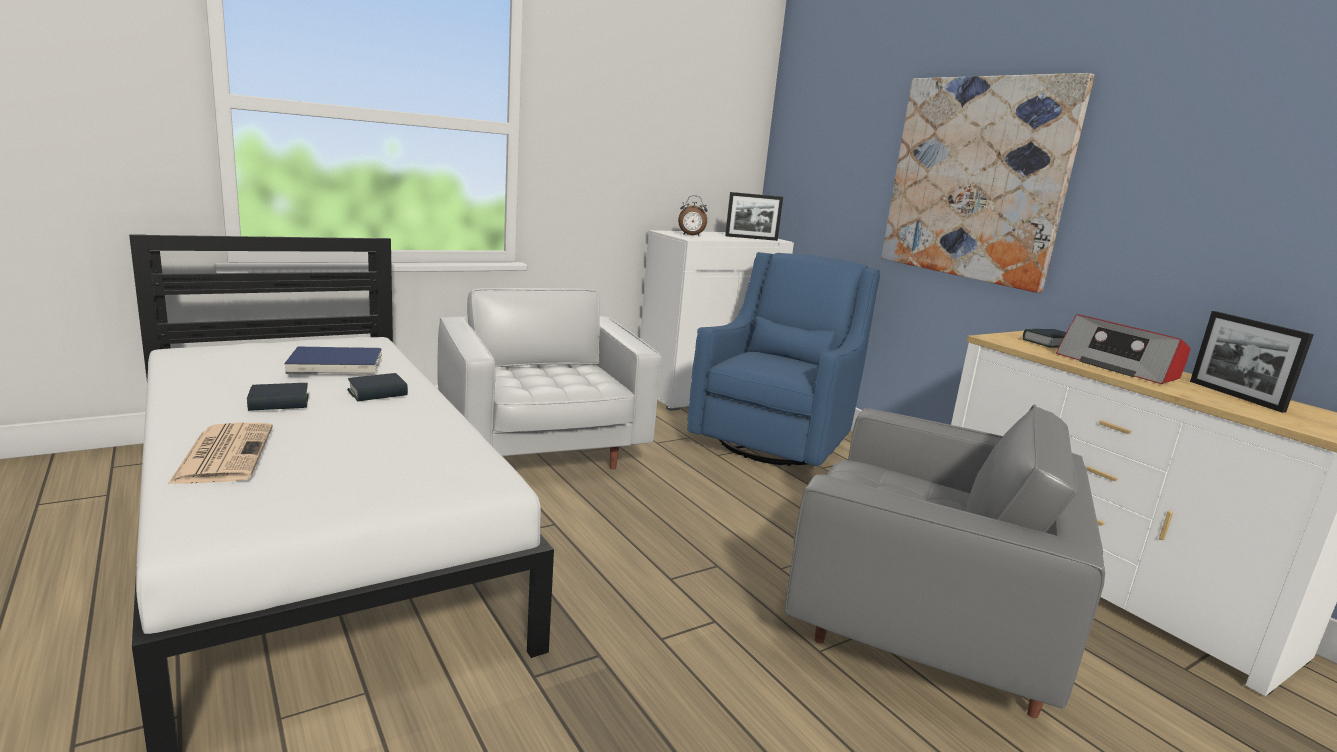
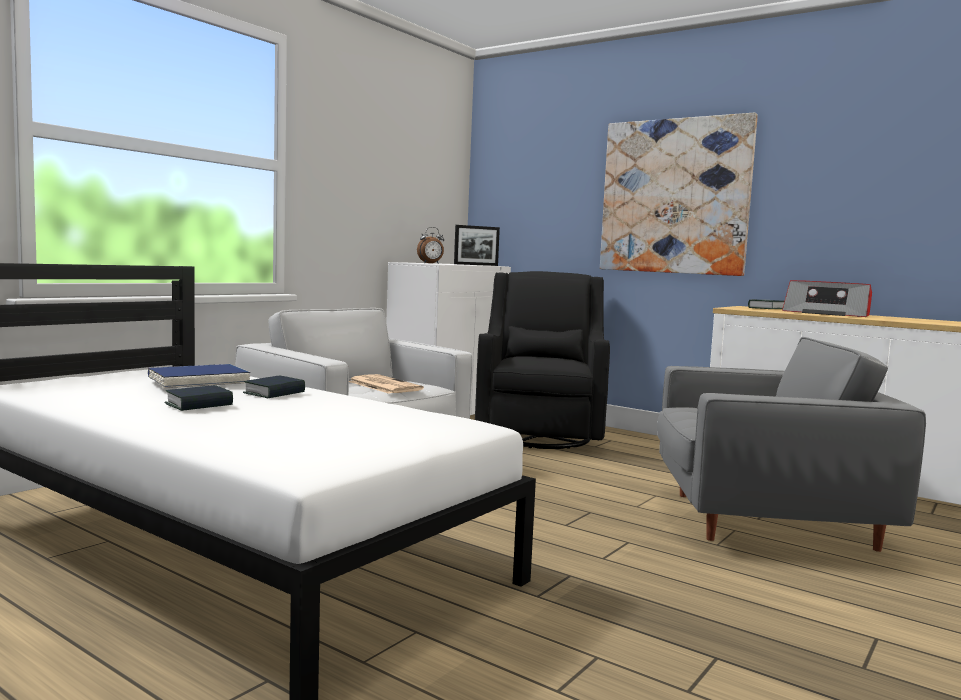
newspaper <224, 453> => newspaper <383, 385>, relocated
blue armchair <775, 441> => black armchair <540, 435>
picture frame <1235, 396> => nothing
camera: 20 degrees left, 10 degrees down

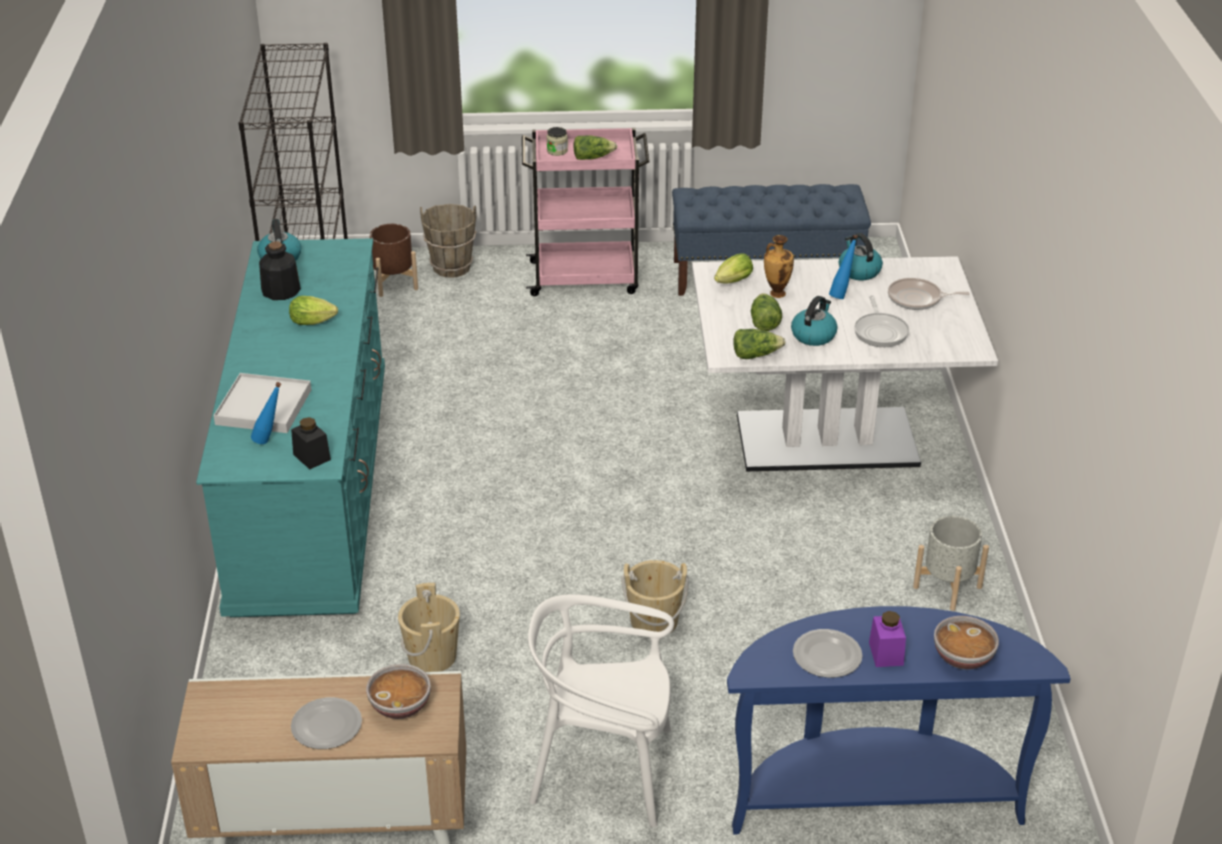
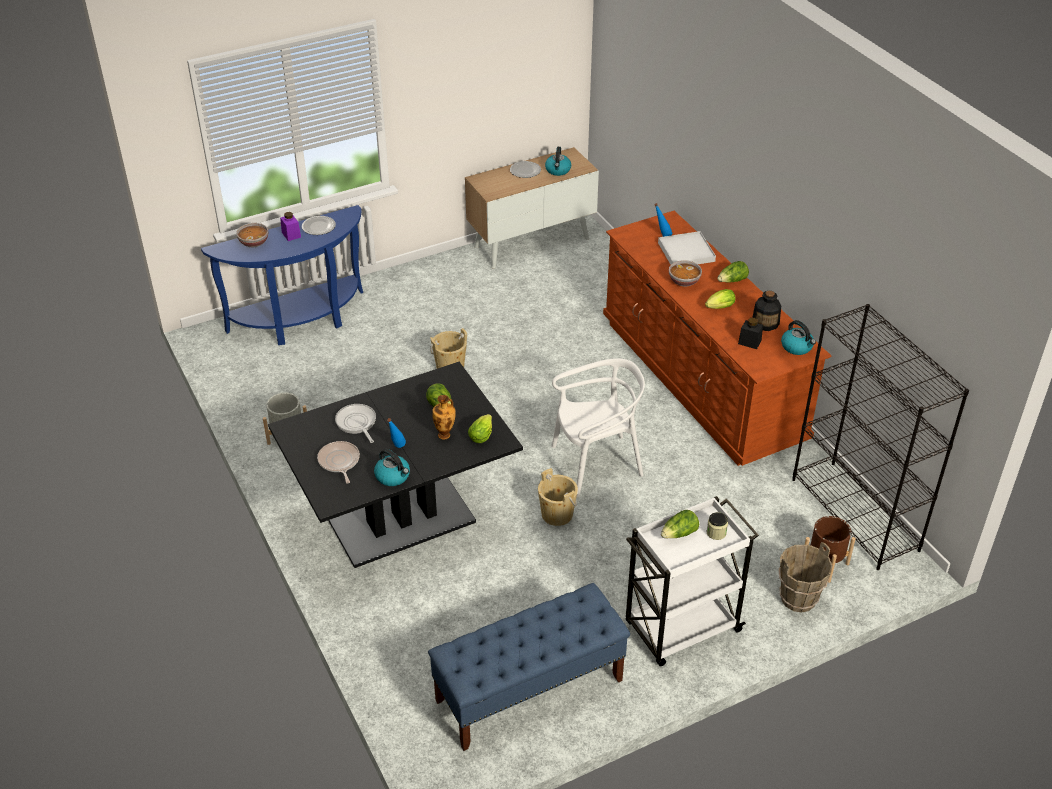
white dining table <826, 440> => black dining table <402, 521>
frying pan <917, 299> => frying pan <339, 462>, 90 degrees counterclockwise
beige bucket <432, 656> => beige bucket <557, 514>, relocated
kettle <813, 335> => kettle <558, 170>, relocated
white chair <603, 771> => white chair <596, 464>, relocated
turquoise dresser <313, 491> => brown dresser <700, 379>
pink cart <586, 277> => white cart <681, 628>
bowl <400, 705> => bowl <684, 281>, relocated
lettuce <755, 355> => lettuce <732, 281>, relocated
black jar <312, 457> => black jar <749, 342>, relocated
camera: 155 degrees right, 5 degrees up

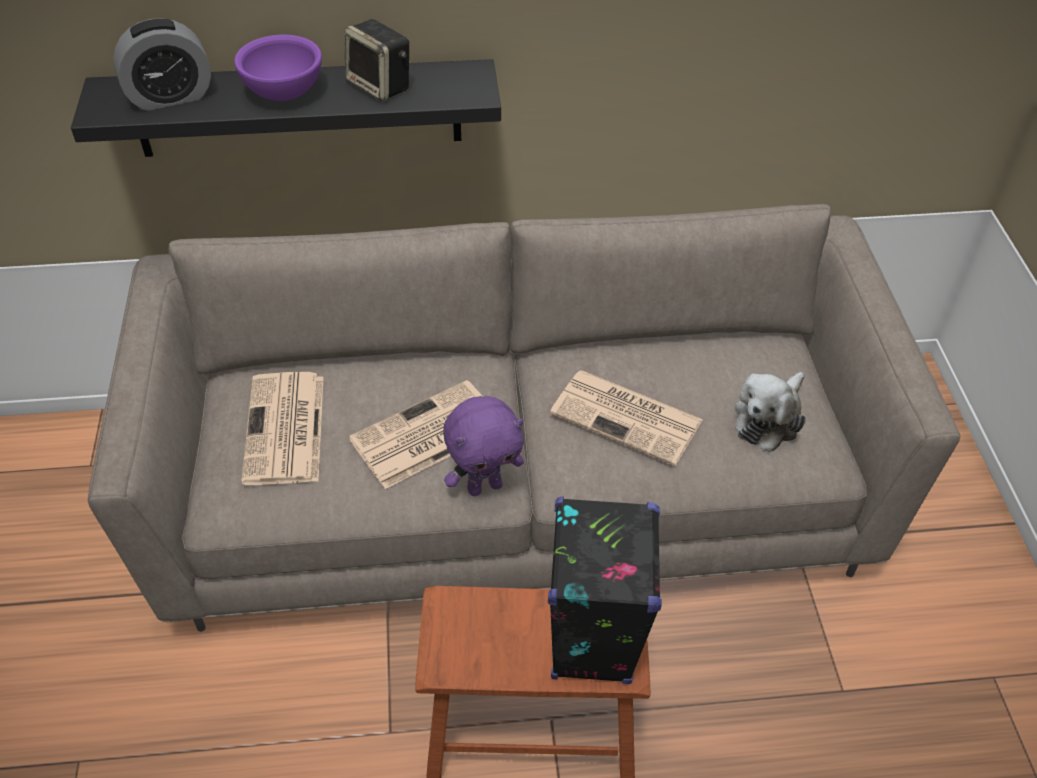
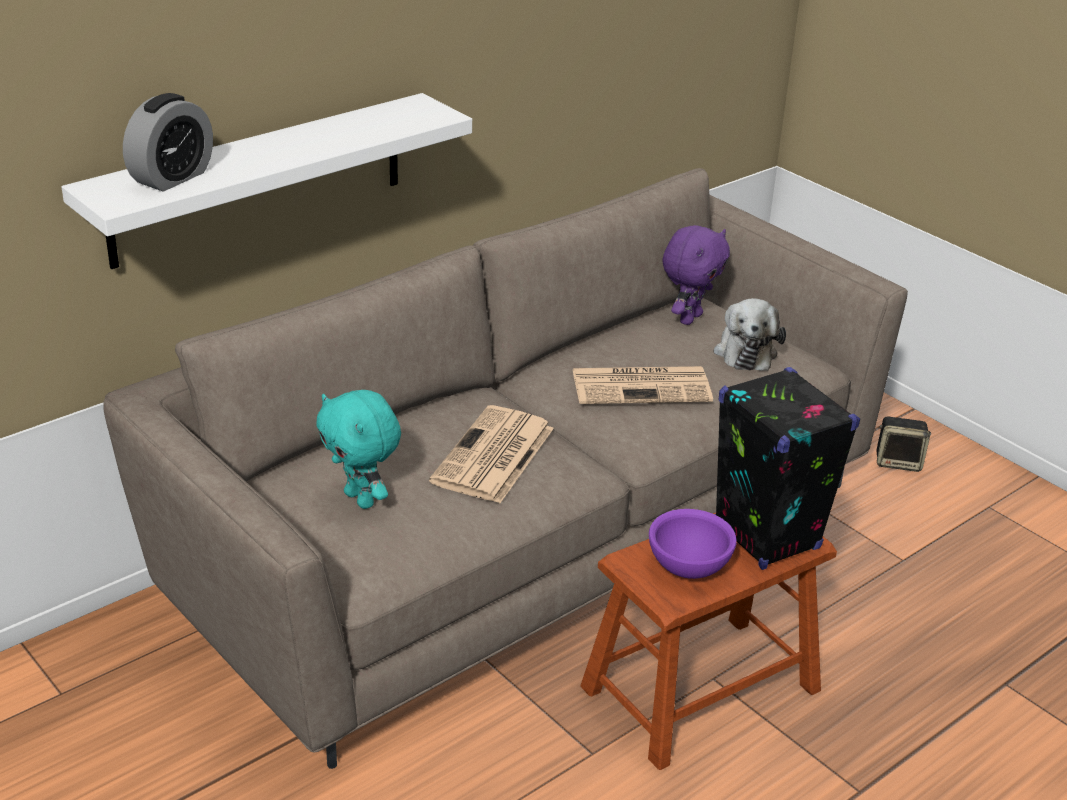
black shelf <298, 108> => white shelf <258, 179>
newspaper <285, 430> => turquoise plush toy <361, 499>
purple bowl <283, 93> => purple bowl <688, 568>, relocated
purple plush toy <484, 486> => purple plush toy <689, 318>, relocated
speaker <381, 86> => speaker <899, 462>, relocated
camera: 35 degrees left, 15 degrees down

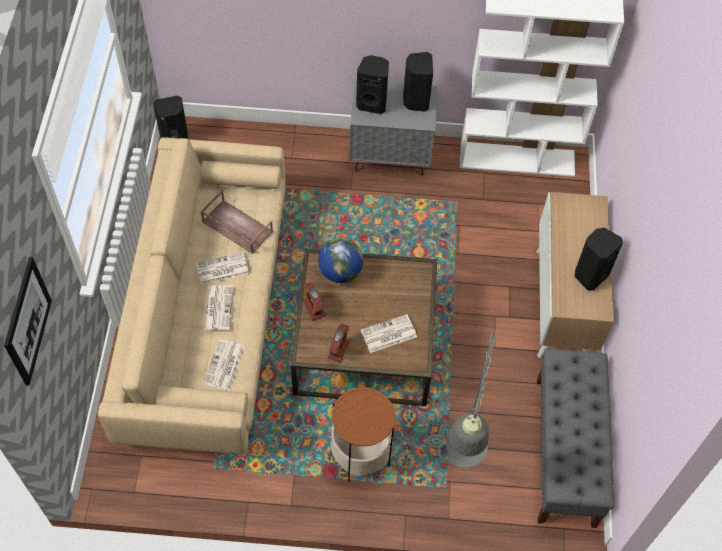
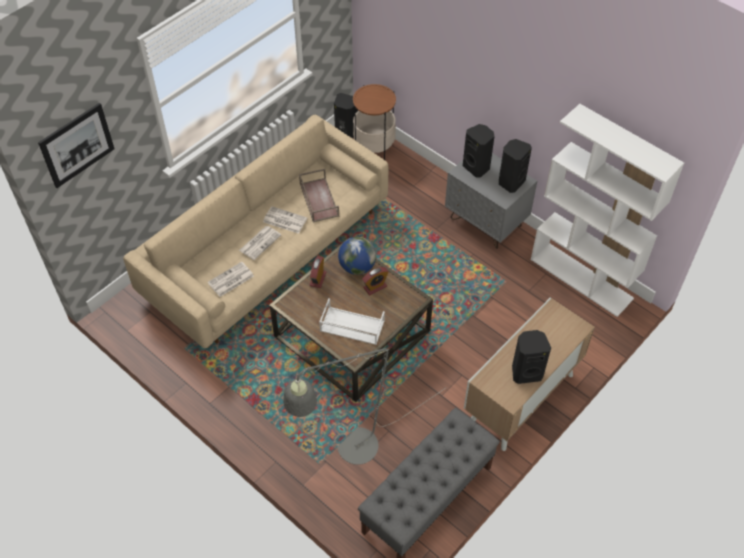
newspaper <388, 334> => white tray <351, 326>
side table <360, 454> => side table <374, 147>, relocated
alarm clock <338, 349> => alarm clock <375, 287>, relocated
camera: 40 degrees right, 5 degrees down

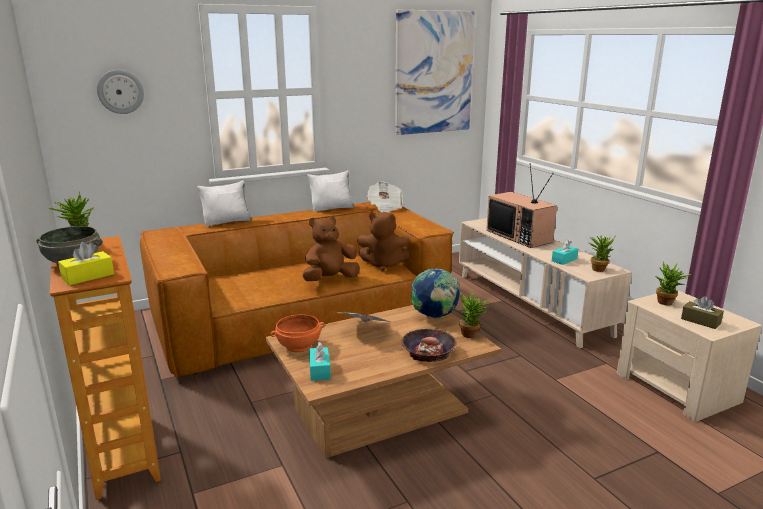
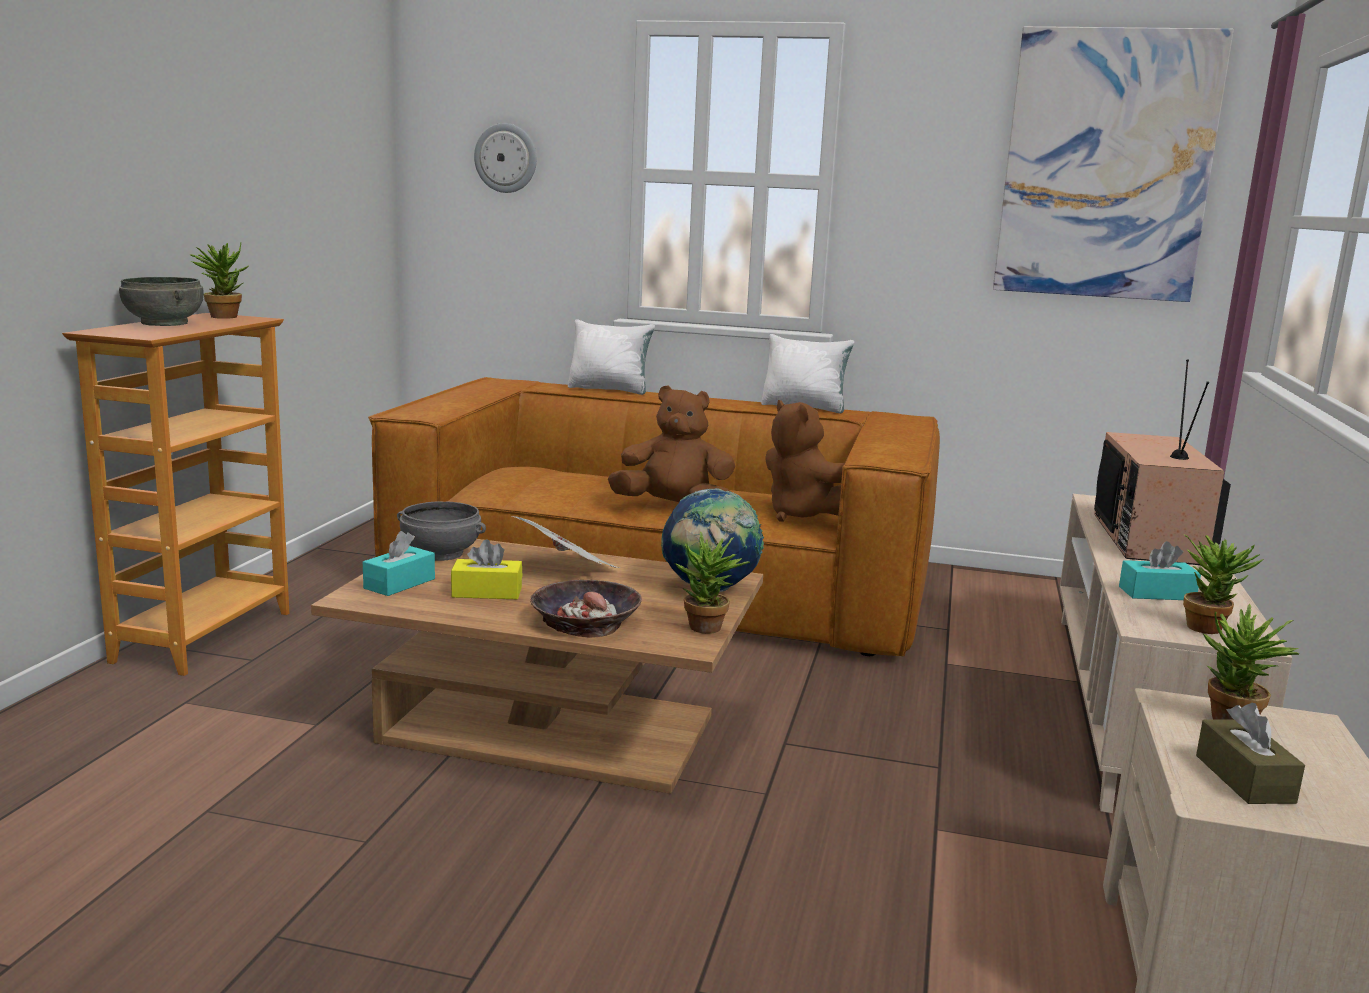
orange bowl <298, 346> => grey bowl <440, 554>
yellow tissue box <88, 276> => yellow tissue box <487, 592>, relocated
newspaper <385, 207> => nothing
camera: 40 degrees right, 5 degrees down

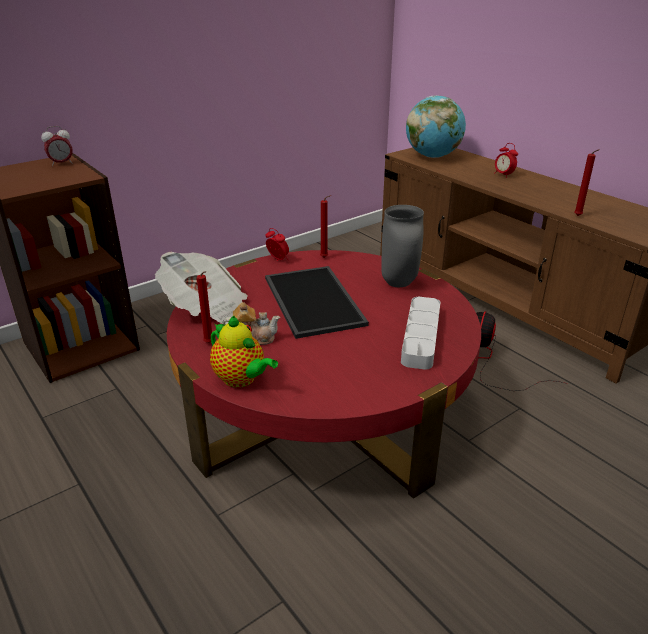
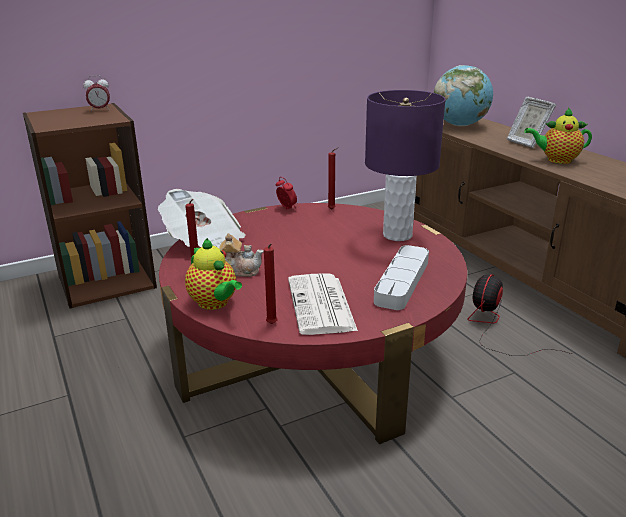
red candle <578, 216> => red candle <272, 325>, relocated
nothing => newspaper <321, 305>
grey vase <400, 283> => purple table lamp <398, 235>
alarm clock <503, 175> => picture frame <526, 143>
nothing => teapot <556, 160>
tray <311, 300> => nothing
camera: 10 degrees right, 5 degrees down

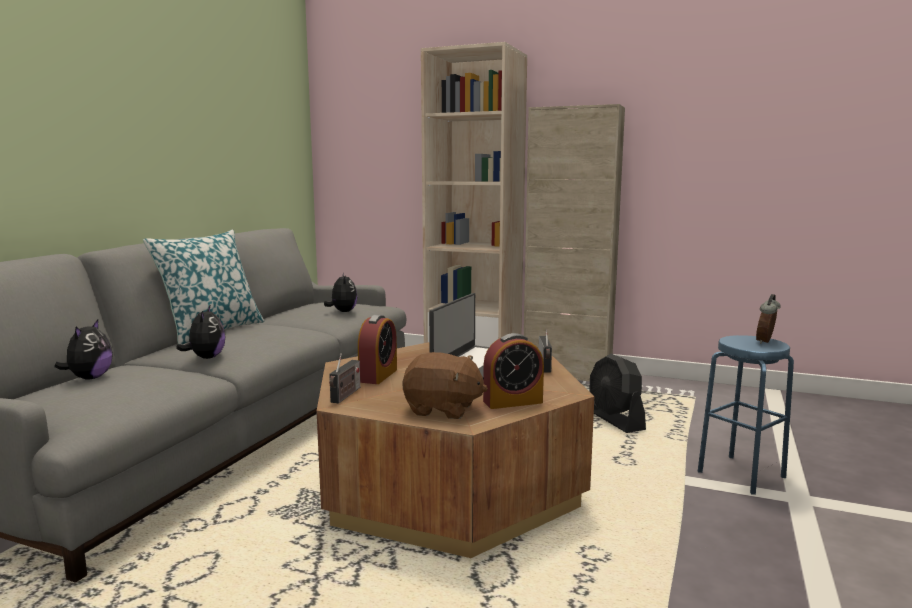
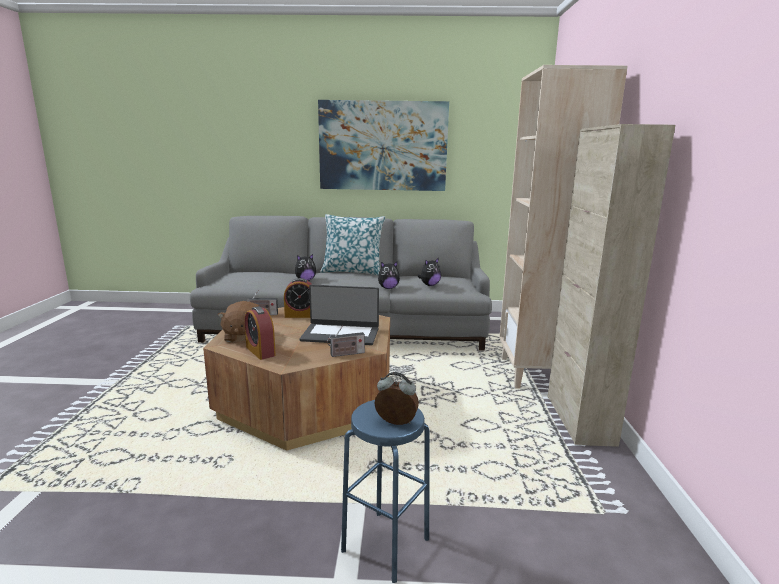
nothing => picture <383, 146>
plush toy <89, 378> => plush toy <388, 288>, relocated
black fan <615, 420> => nothing
camera: 70 degrees right, 5 degrees up

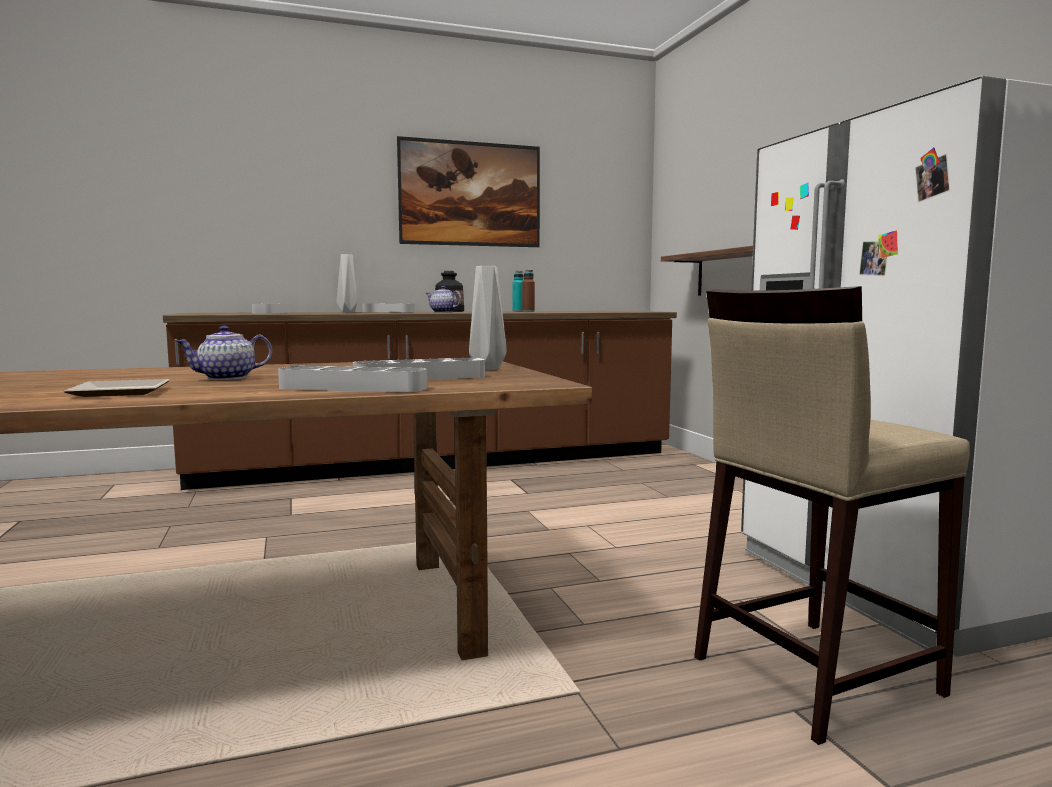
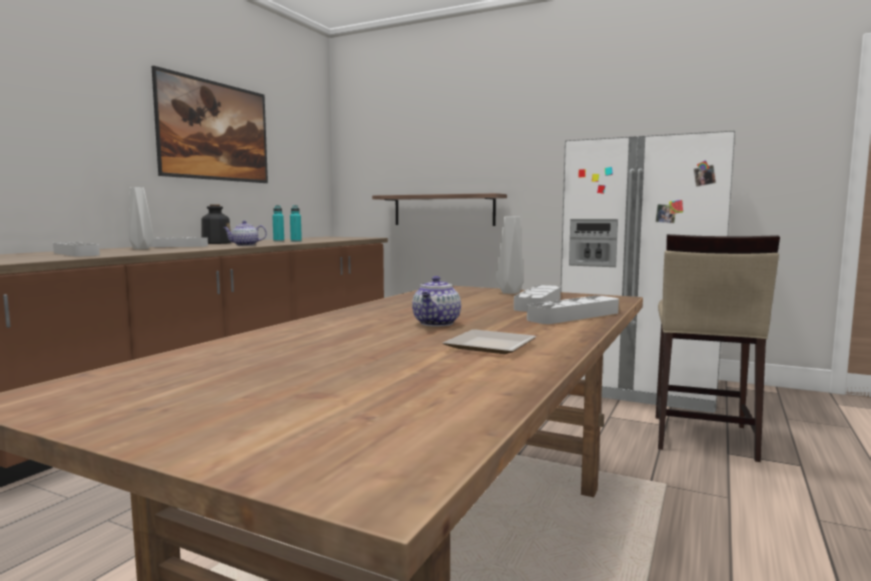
brown bottle <528, 311> => turquoise bottle <296, 241>
camera: 45 degrees left, 0 degrees up

